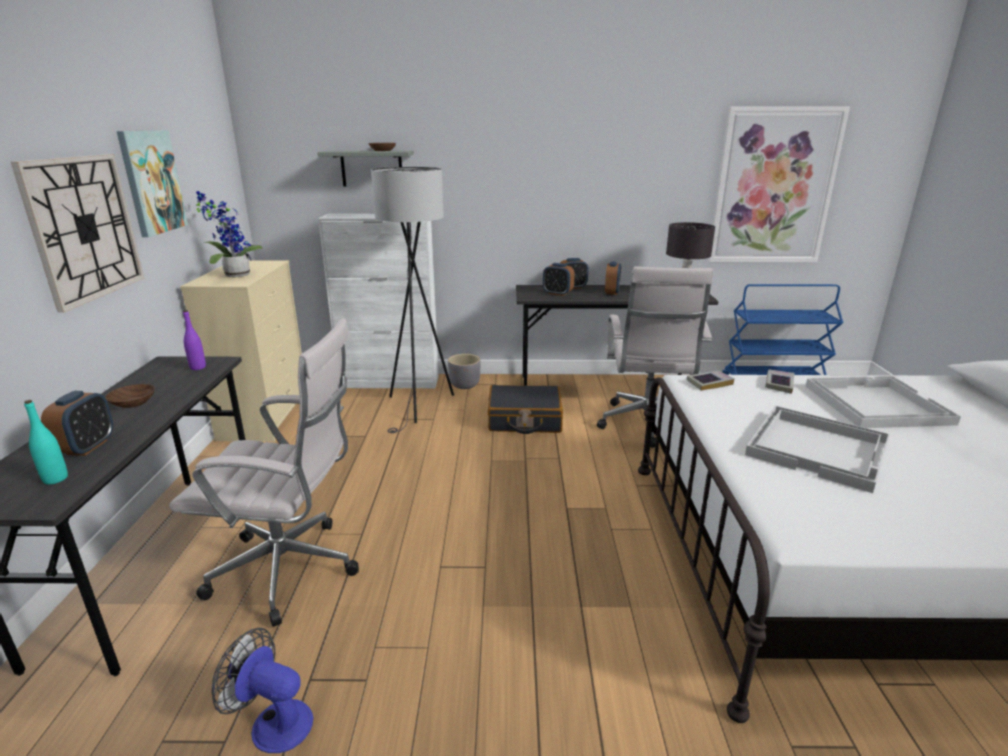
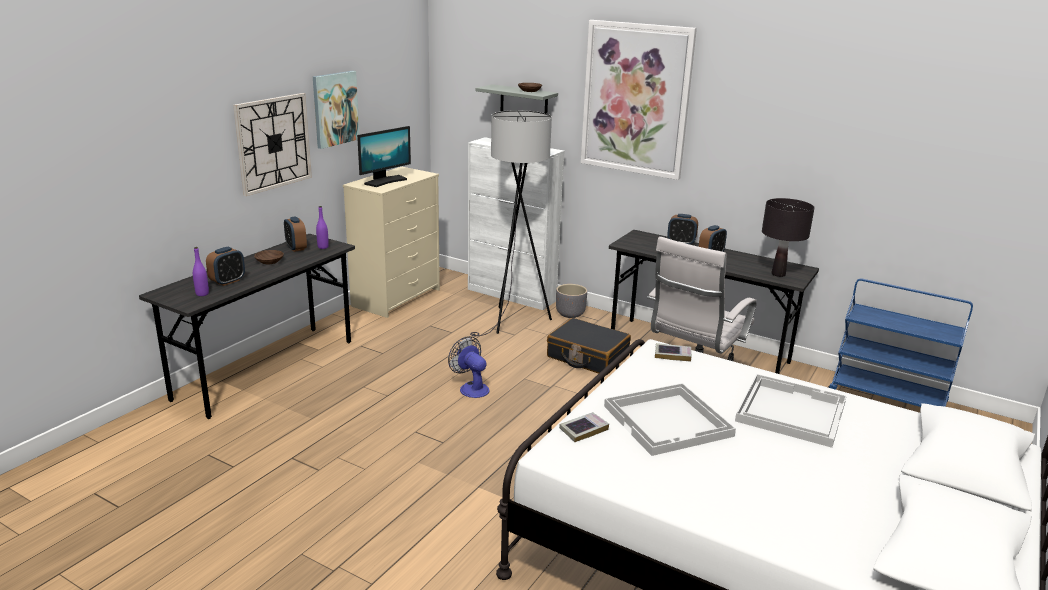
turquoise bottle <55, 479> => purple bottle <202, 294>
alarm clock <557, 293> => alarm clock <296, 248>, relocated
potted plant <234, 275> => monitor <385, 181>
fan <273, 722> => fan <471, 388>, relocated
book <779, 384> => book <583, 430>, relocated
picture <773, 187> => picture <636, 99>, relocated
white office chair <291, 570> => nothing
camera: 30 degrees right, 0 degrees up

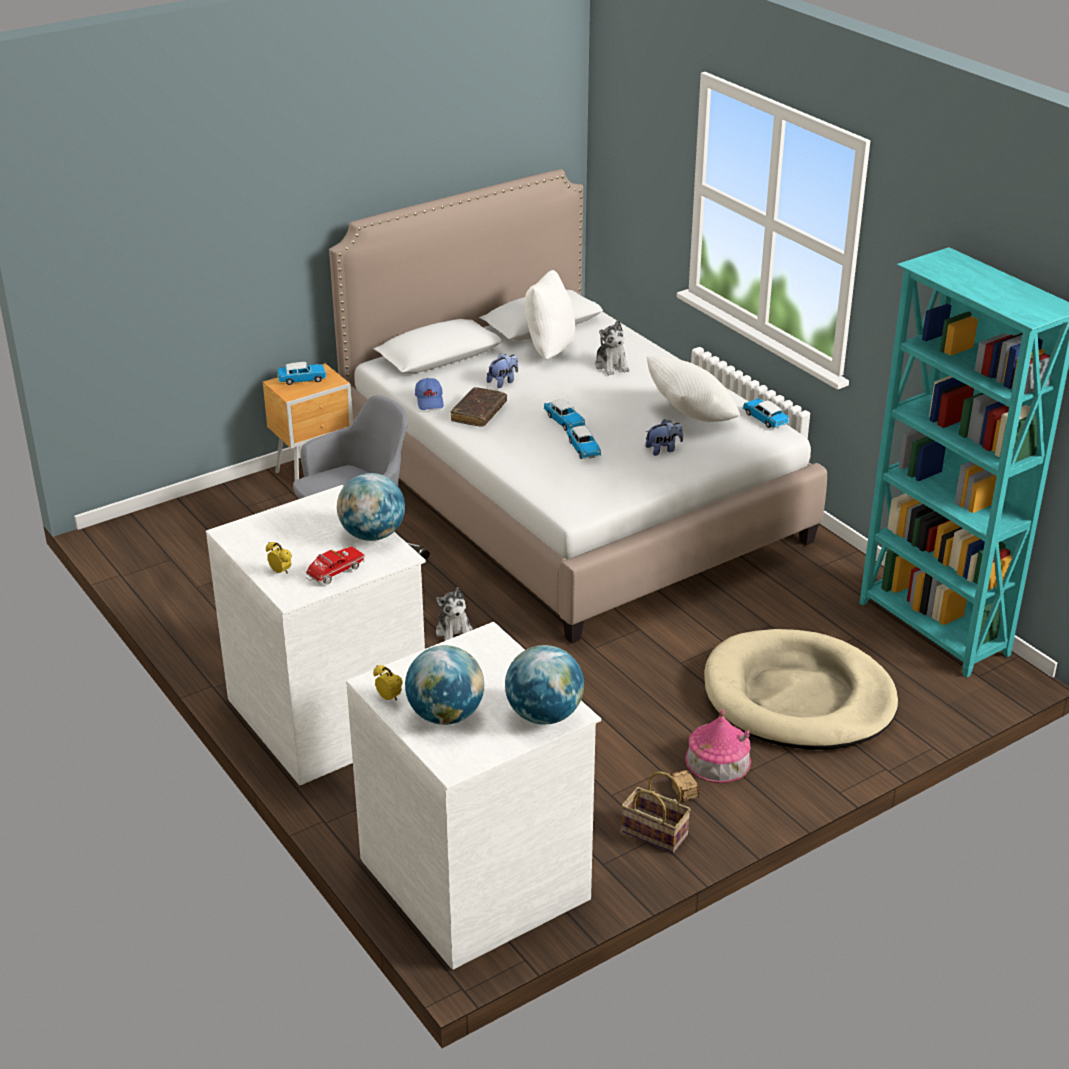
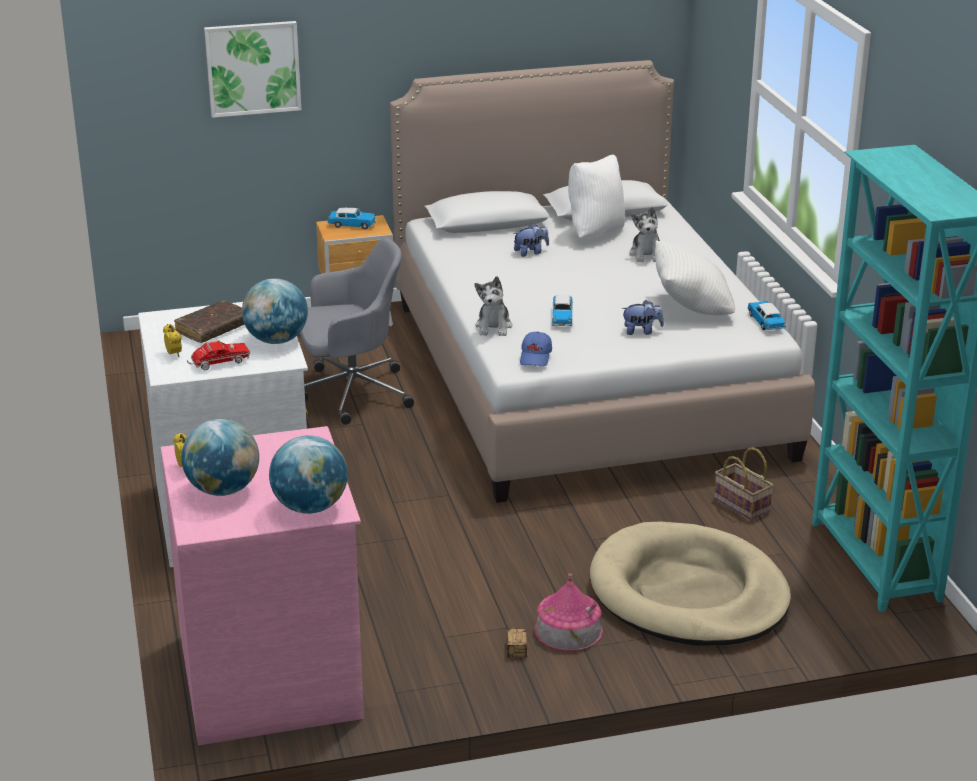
white dresser <477, 877> => pink dresser <273, 676>
brown book <479, 413> => brown book <213, 329>, relocated
nothing => picture <253, 68>
plush toy <454, 632> => plush toy <494, 327>, relocated
blue cap <430, 401> => blue cap <536, 357>, relocated
basket <652, 833> => basket <740, 504>, relocated
toy car <564, 421> => nothing
camera: 20 degrees right, 5 degrees down

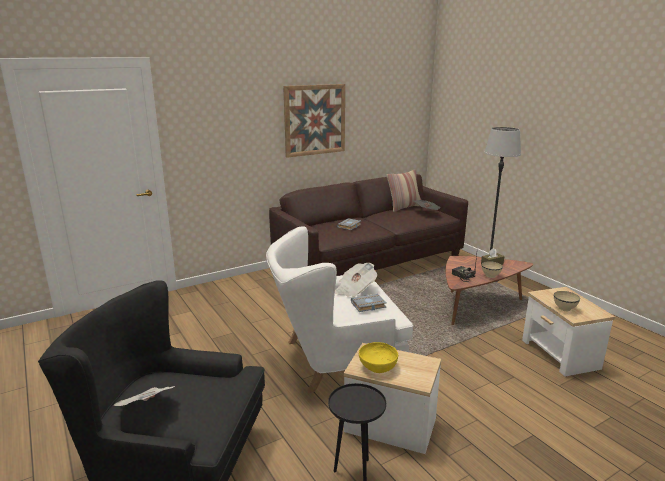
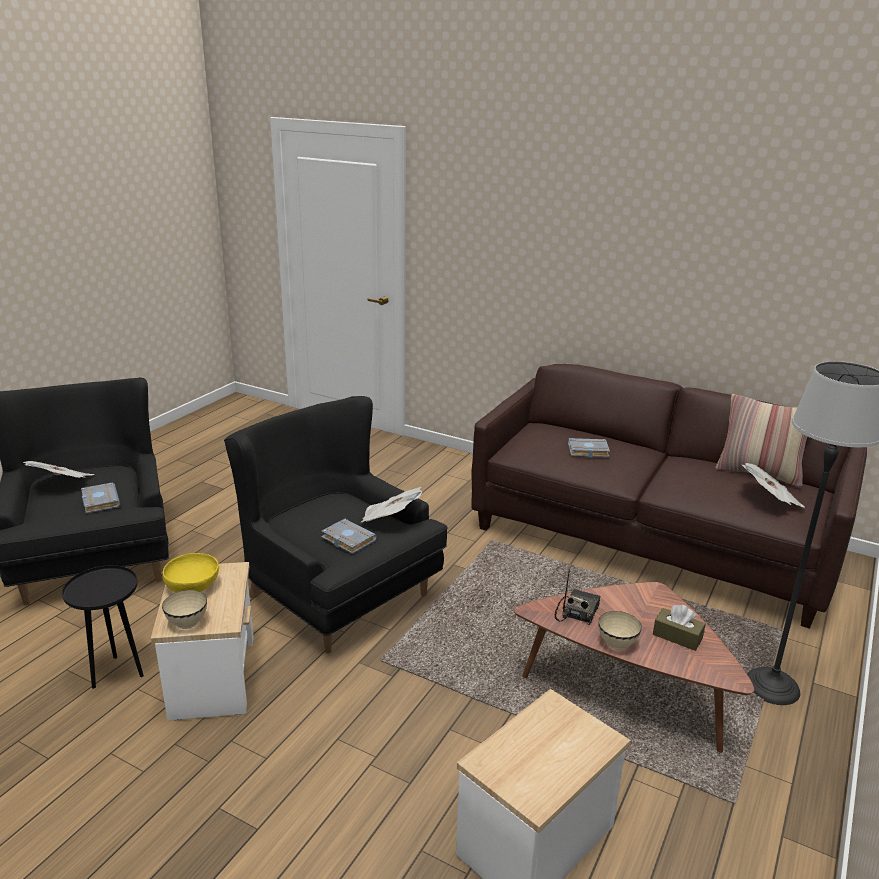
nothing => grey book <99, 501>
beige bowl <564, 308> => beige bowl <187, 622>, relocated
white armchair <335, 358> => black armchair <335, 592>
picture <315, 120> => nothing
camera: 60 degrees right, 5 degrees up

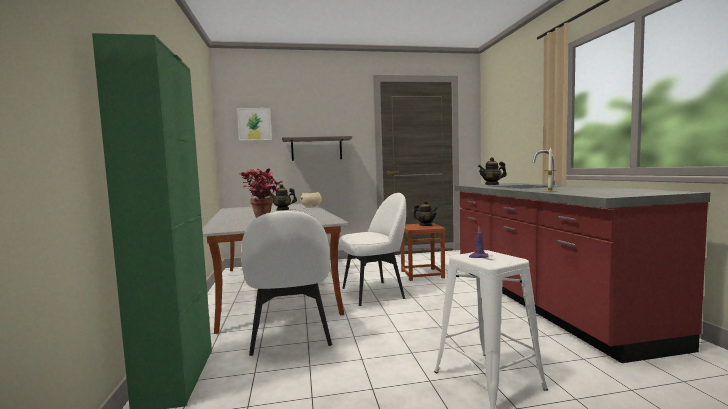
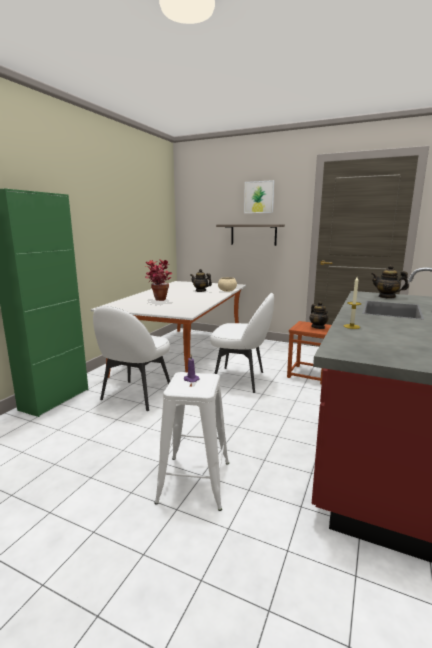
picture <254, 124> => picture <259, 197>, relocated
camera: 35 degrees right, 10 degrees up

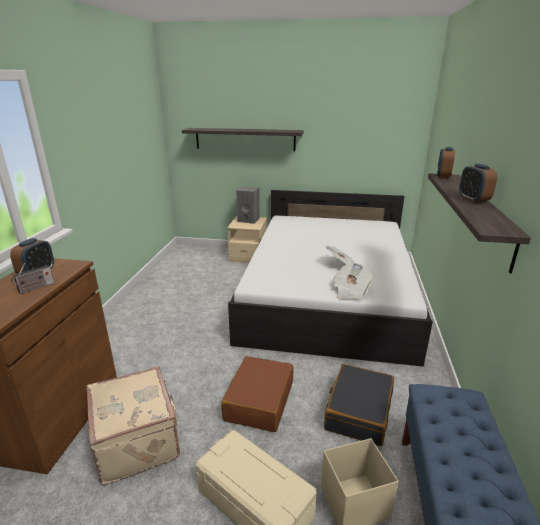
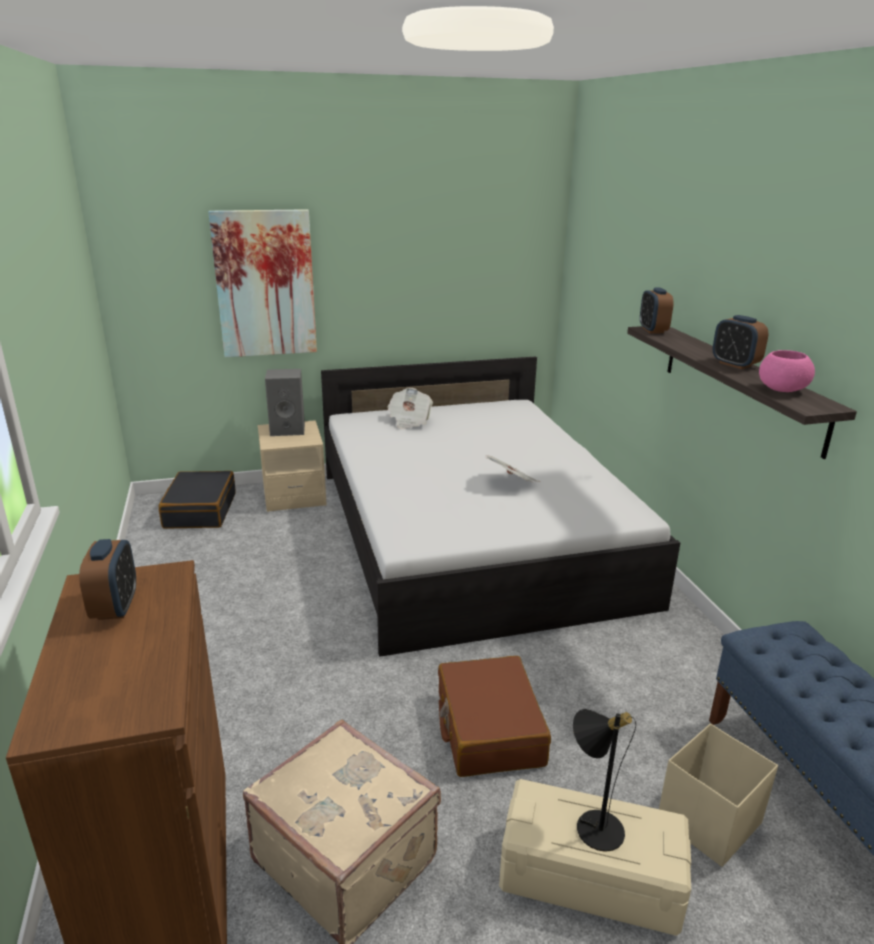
black suitcase <358, 411> => black suitcase <200, 510>, relocated
shelf <245, 139> => picture <265, 284>
newspaper <350, 291> => newspaper <409, 421>, relocated
nothing => black table lamp <593, 823>
nothing => pink bowl <781, 389>
radio <35, 288> => nothing
camera: 25 degrees left, 0 degrees up

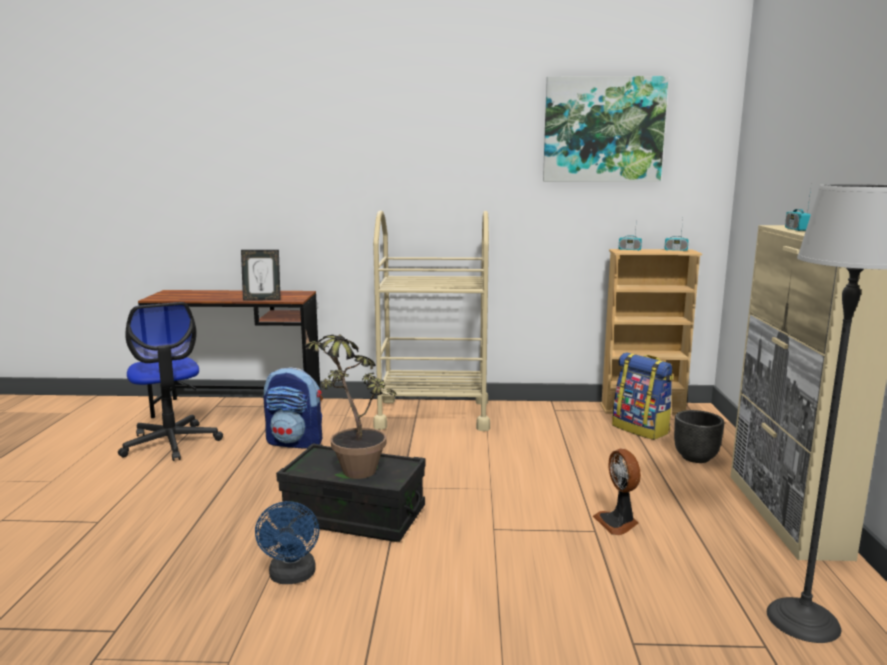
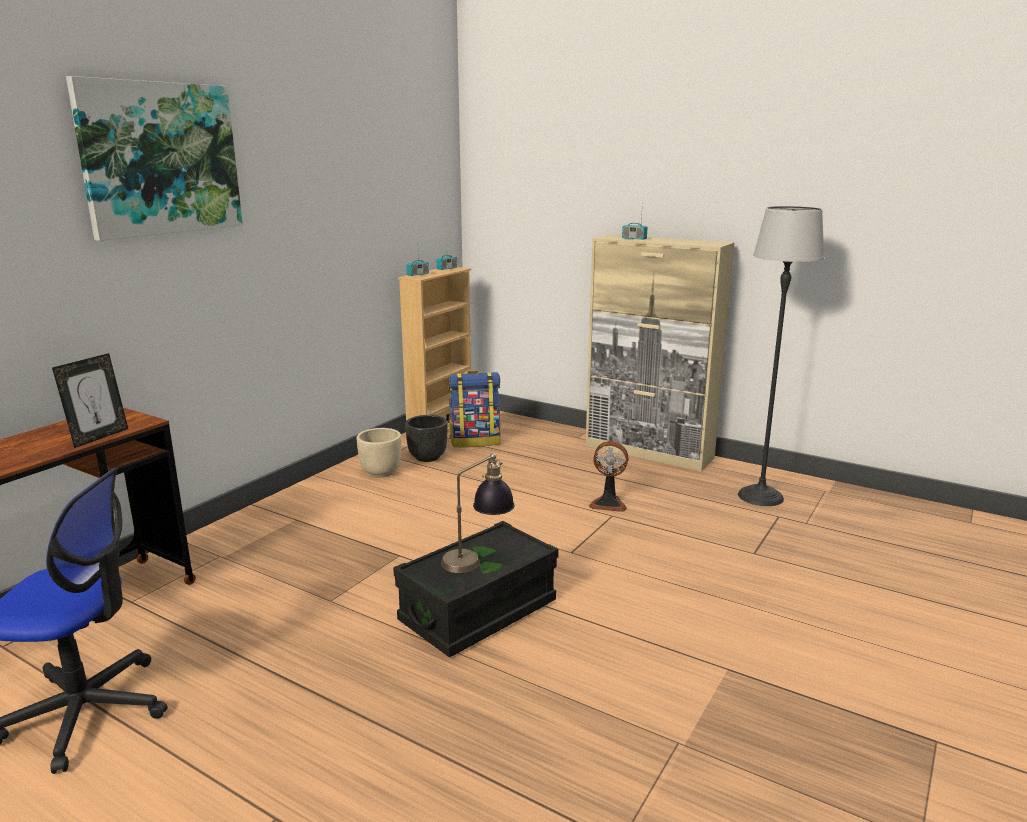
picture <603, 130> => picture <160, 159>, relocated
nothing => beige planter <380, 472>
black planter <695, 457> => black planter <427, 457>, relocated
potted plant <350, 468> => table lamp <477, 561>
blue fan <292, 577> => nothing
backpack <295, 442> => nothing
beige cart <433, 414> => nothing
camera: 60 degrees left, 5 degrees up

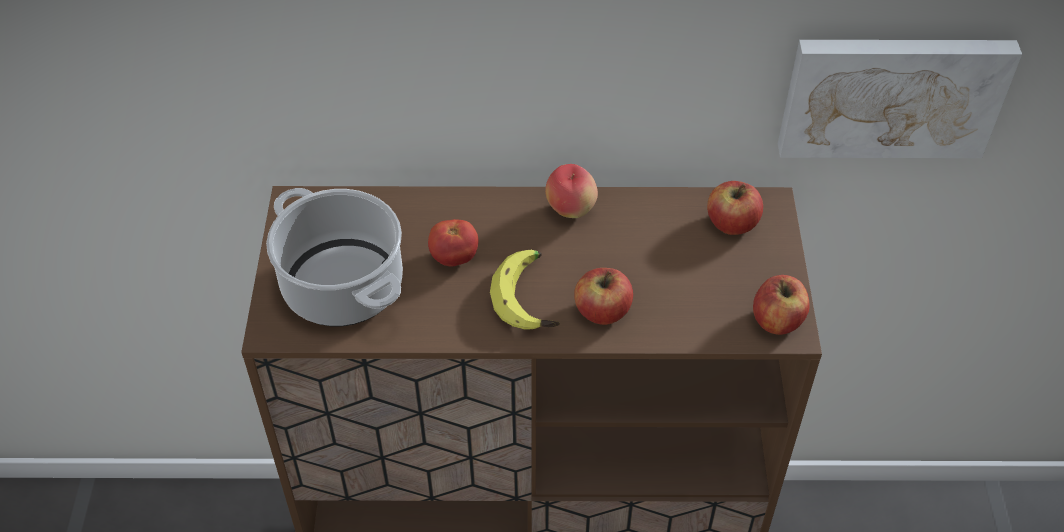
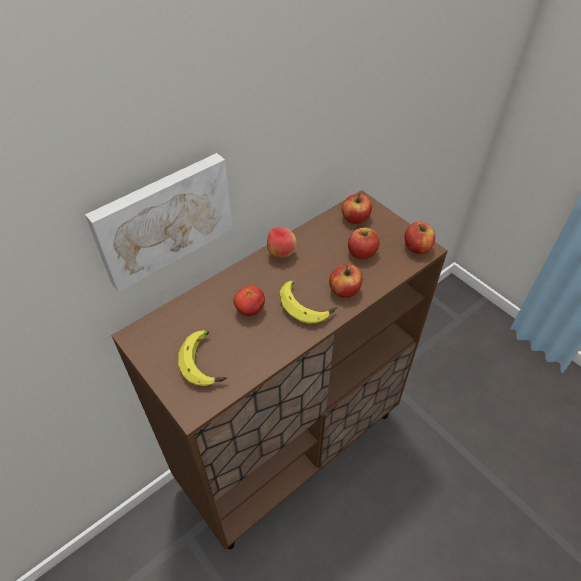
picture <892, 94> => picture <163, 219>, relocated
cooking pot <341, 285> => banana <206, 361>
nothing => apple <362, 253>
camera: 40 degrees left, 0 degrees up

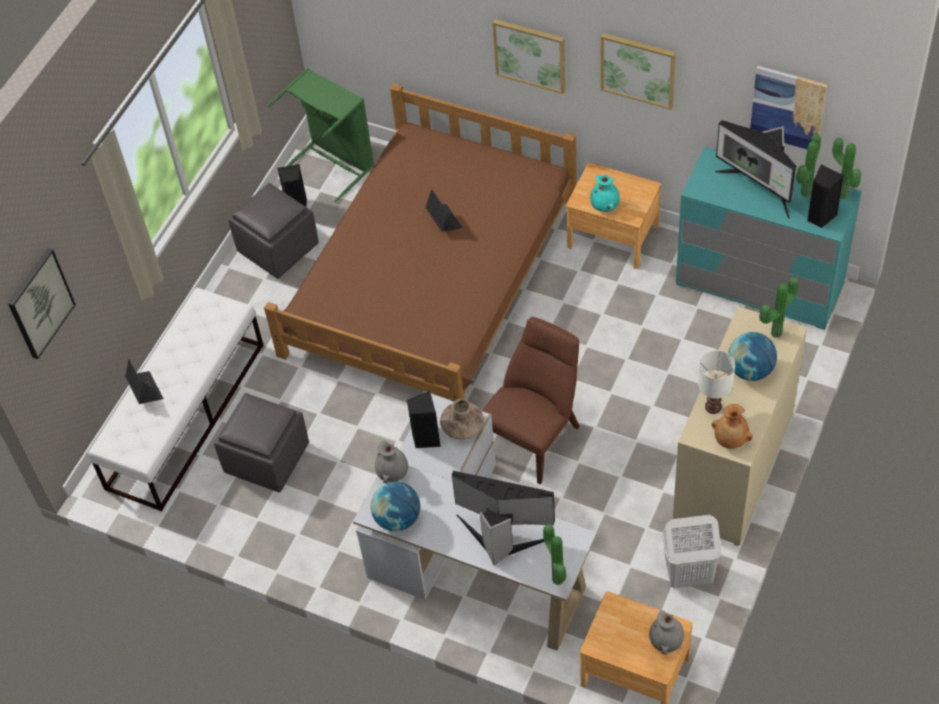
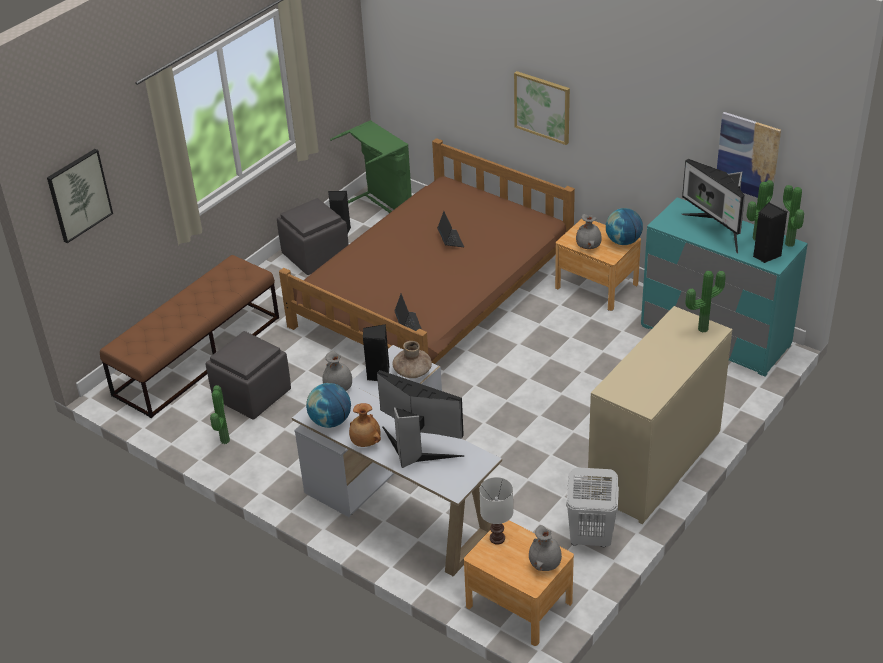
white bench <186, 415> => brown bench <198, 355>
potted plant <555, 580> => potted plant <223, 441>, relocated
brown vase <730, 440> => brown vase <365, 442>, relocated
laptop <145, 390> => laptop <408, 324>, relocated
white table lamp <713, 406> => white table lamp <497, 538>, relocated
turquoise vase <605, 205> => grey vase <588, 246>
globe <750, 370> => globe <623, 241>, relocated
brown chair <535, 437> => nothing
picture <638, 69> => nothing
camera: 10 degrees right, 15 degrees down

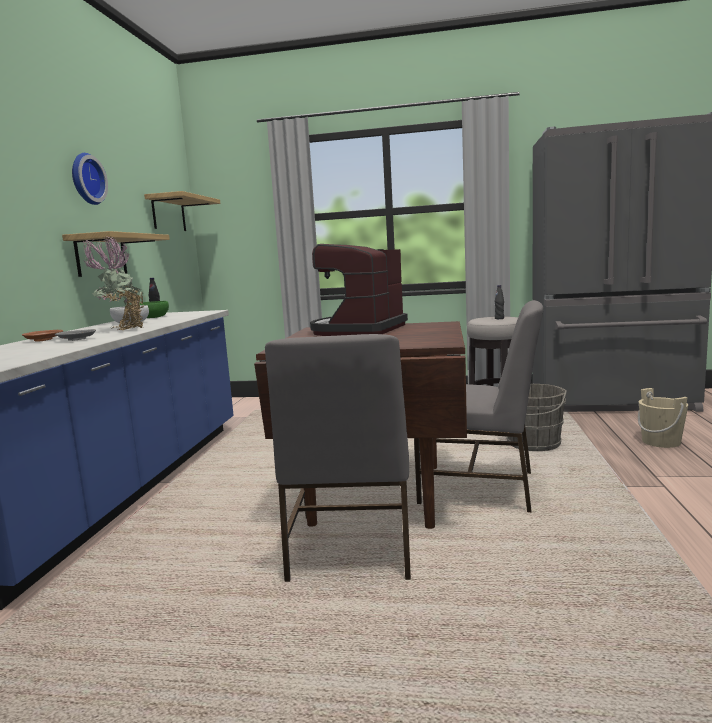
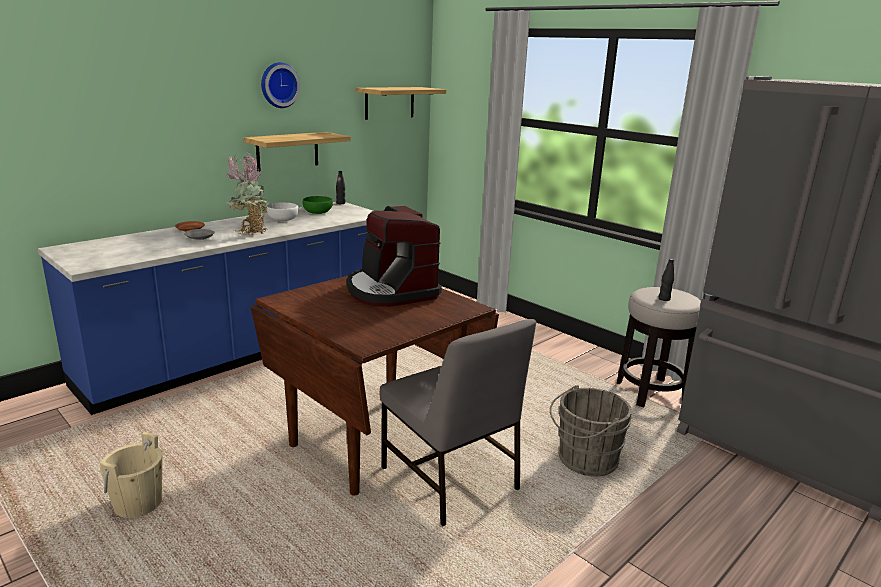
beige bucket <661, 442> => beige bucket <138, 503>, relocated
coffee machine <358, 330> => coffee machine <391, 291>, 90 degrees counterclockwise
grey chair <350, 547> => nothing
camera: 35 degrees right, 10 degrees up

